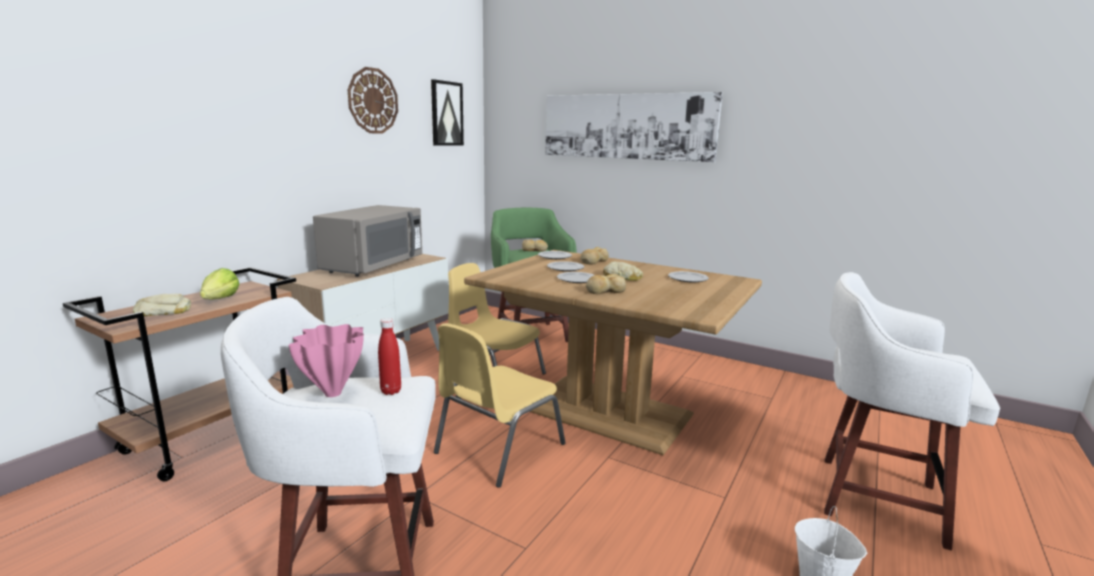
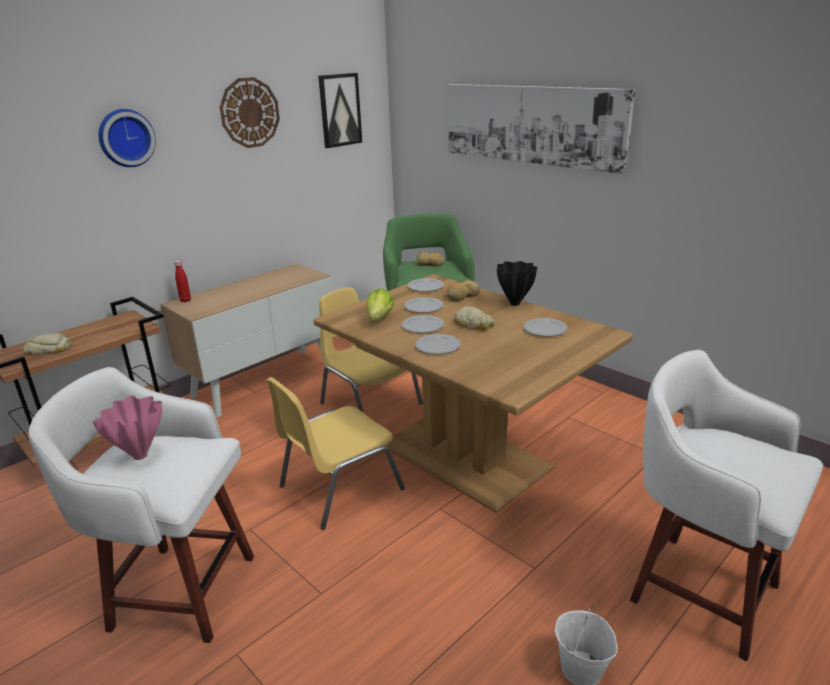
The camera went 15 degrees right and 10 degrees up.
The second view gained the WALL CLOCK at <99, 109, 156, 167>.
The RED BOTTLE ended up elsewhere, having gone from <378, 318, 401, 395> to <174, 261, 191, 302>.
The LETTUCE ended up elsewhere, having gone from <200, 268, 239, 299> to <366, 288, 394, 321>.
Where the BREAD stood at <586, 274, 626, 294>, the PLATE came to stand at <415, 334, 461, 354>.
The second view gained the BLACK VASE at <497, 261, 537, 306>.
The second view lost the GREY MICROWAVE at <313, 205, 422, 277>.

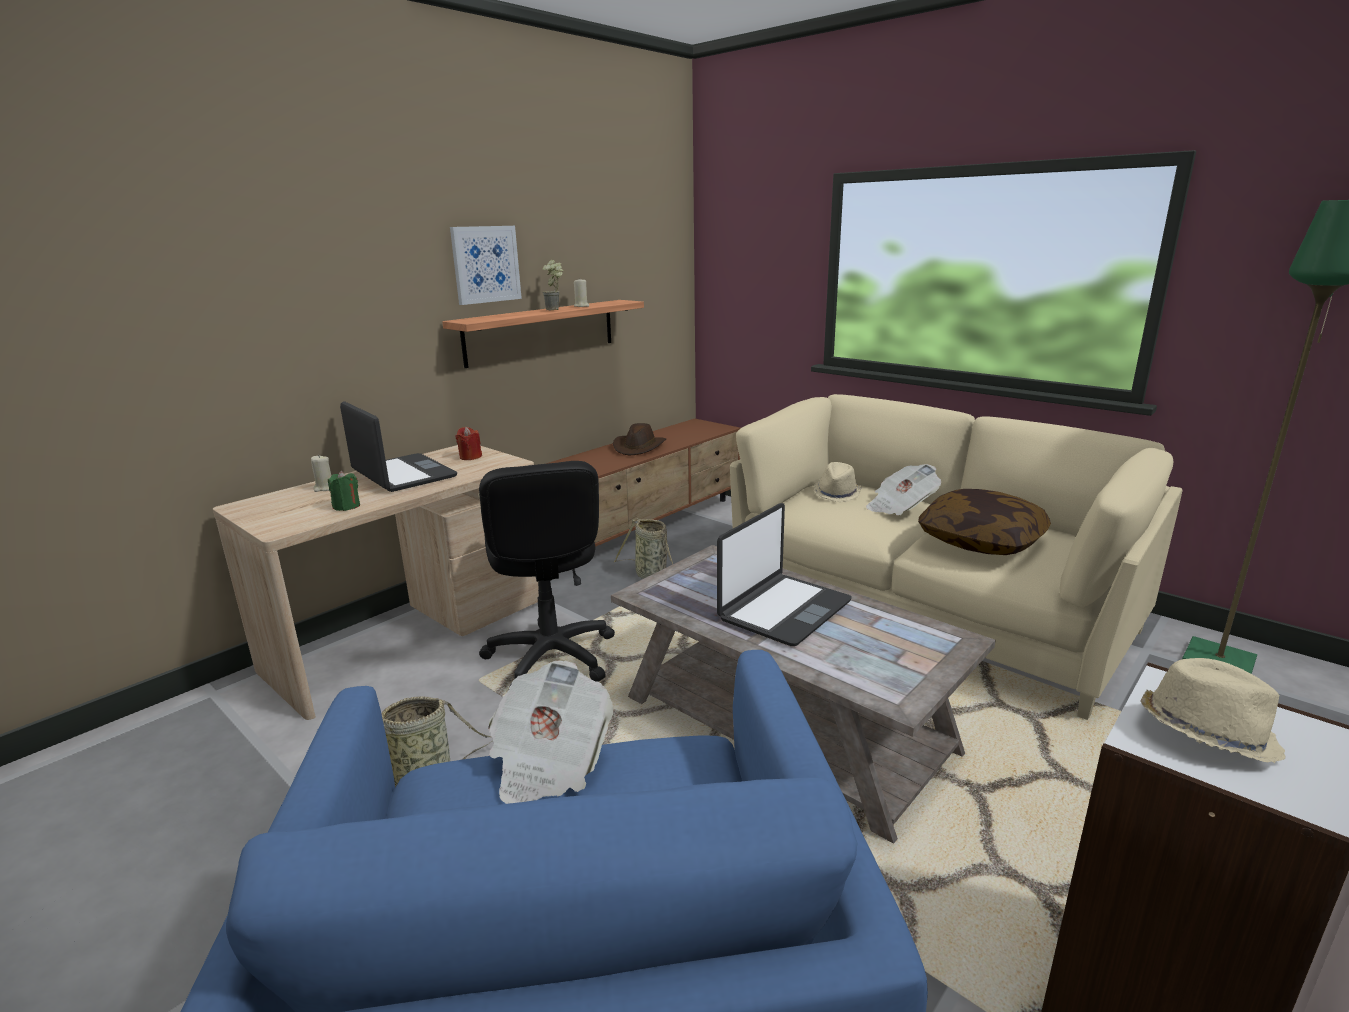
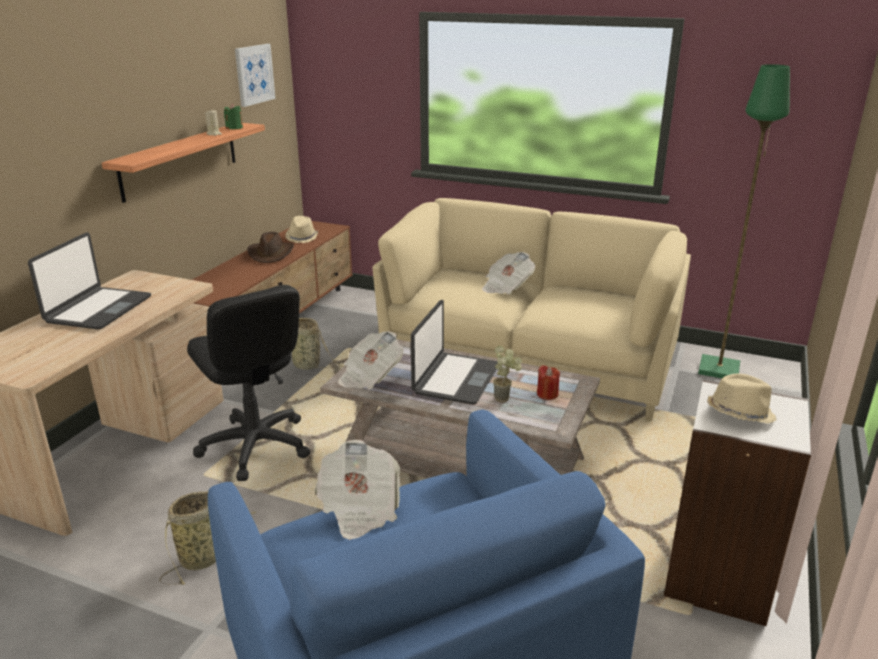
The camera went 20 degrees left and 5 degrees up.
The LAPTOP at <340, 401, 457, 492> ended up facing another way, 75 degrees clockwise from before.
The GREEN CANDLE ended up elsewhere, having gone from <328, 471, 360, 511> to <224, 104, 243, 129>.
The PICTURE ended up elsewhere, having gone from <450, 226, 522, 305> to <235, 44, 275, 107>.
The BEIGE HAT ended up elsewhere, having gone from <814, 462, 861, 503> to <285, 216, 318, 243>.
The second view gained the NEWSPAPER at <338, 331, 403, 389>.
The POTTED PLANT ended up elsewhere, having gone from <542, 260, 564, 311> to <493, 346, 522, 403>.
The RED CANDLE ended up elsewhere, having gone from <456, 427, 482, 460> to <537, 365, 560, 400>.
The second view lost the BEIGE CANDLE at <311, 455, 331, 492>.
The second view lost the PILLOW at <918, 489, 1051, 555>.

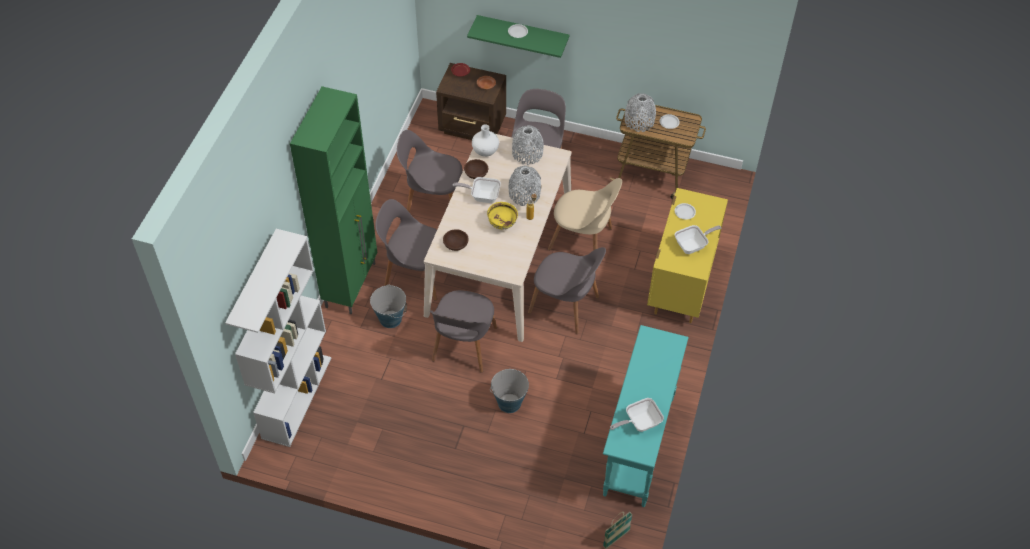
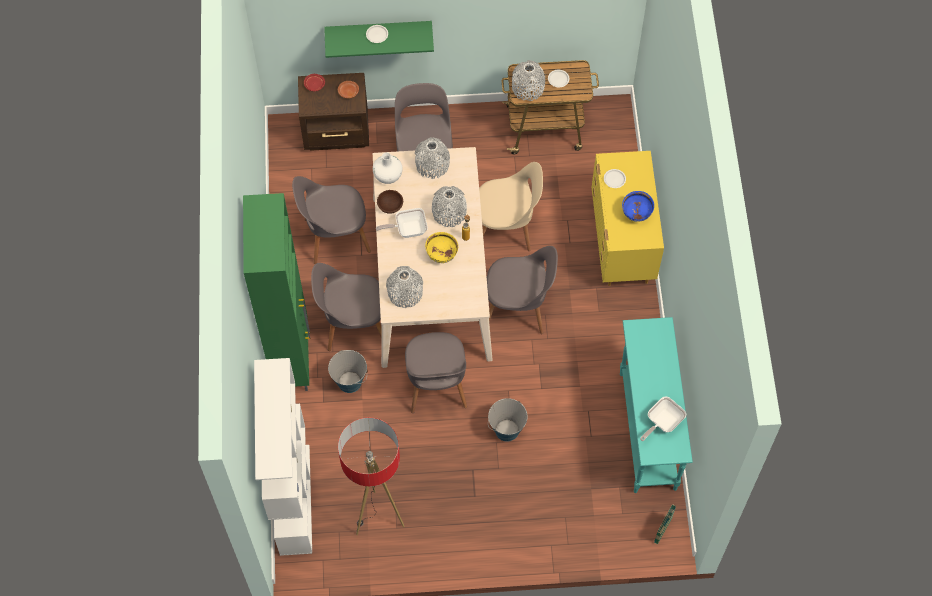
The camera went 20 degrees left and 10 degrees up.
The second view gained the FLOOR LAMP at <338, 418, 405, 535>.
Where the BROWN BOWL stood at <443, 229, 469, 251>, the GREY VASE came to stand at <386, 266, 423, 308>.
Where the FRYING PAN stood at <675, 225, 721, 254>, the BLUE BOWL came to stand at <622, 191, 654, 222>.

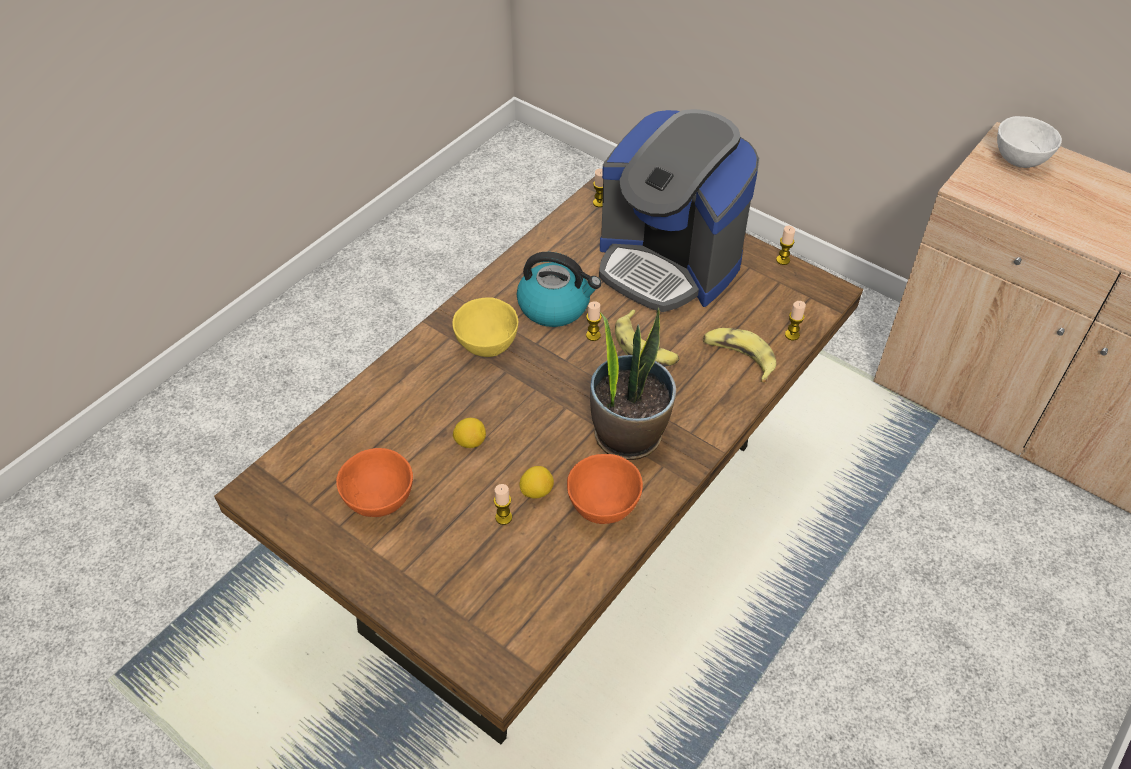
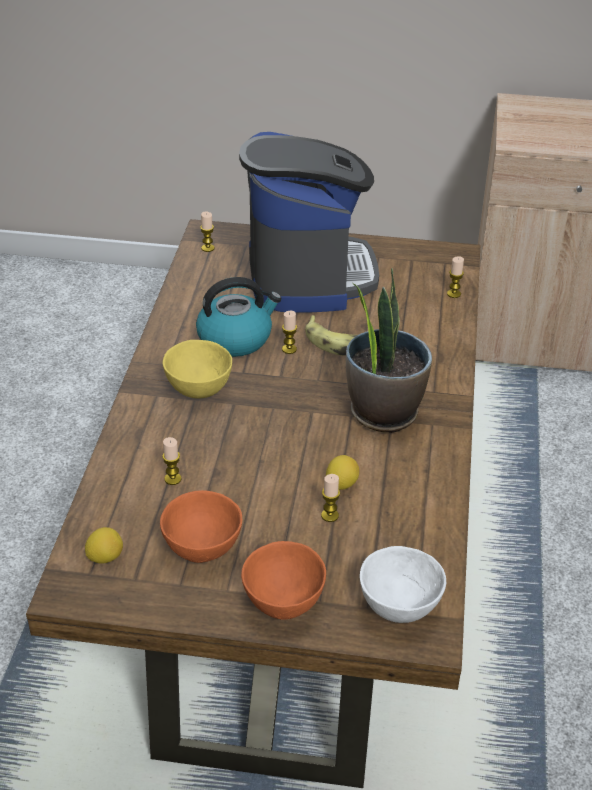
The camera went 30 degrees left and 10 degrees down.
The LEMON ended up elsewhere, having gone from <453, 418, 486, 448> to <85, 527, 123, 563>.
The CANDLE ended up elsewhere, having gone from <776, 226, 795, 265> to <162, 437, 182, 485>.
The COFFEE MACHINE at <599, 109, 759, 312> ended up facing another way, 105 degrees counterclockwise from before.
The ORANGE BOWL ended up elsewhere, having gone from <567, 454, 643, 524> to <241, 541, 326, 620>.
The WHITE BOWL ended up elsewhere, having gone from <997, 116, 1062, 168> to <360, 546, 446, 623>.
The second view lost the BANANA at <703, 328, 776, 383>.

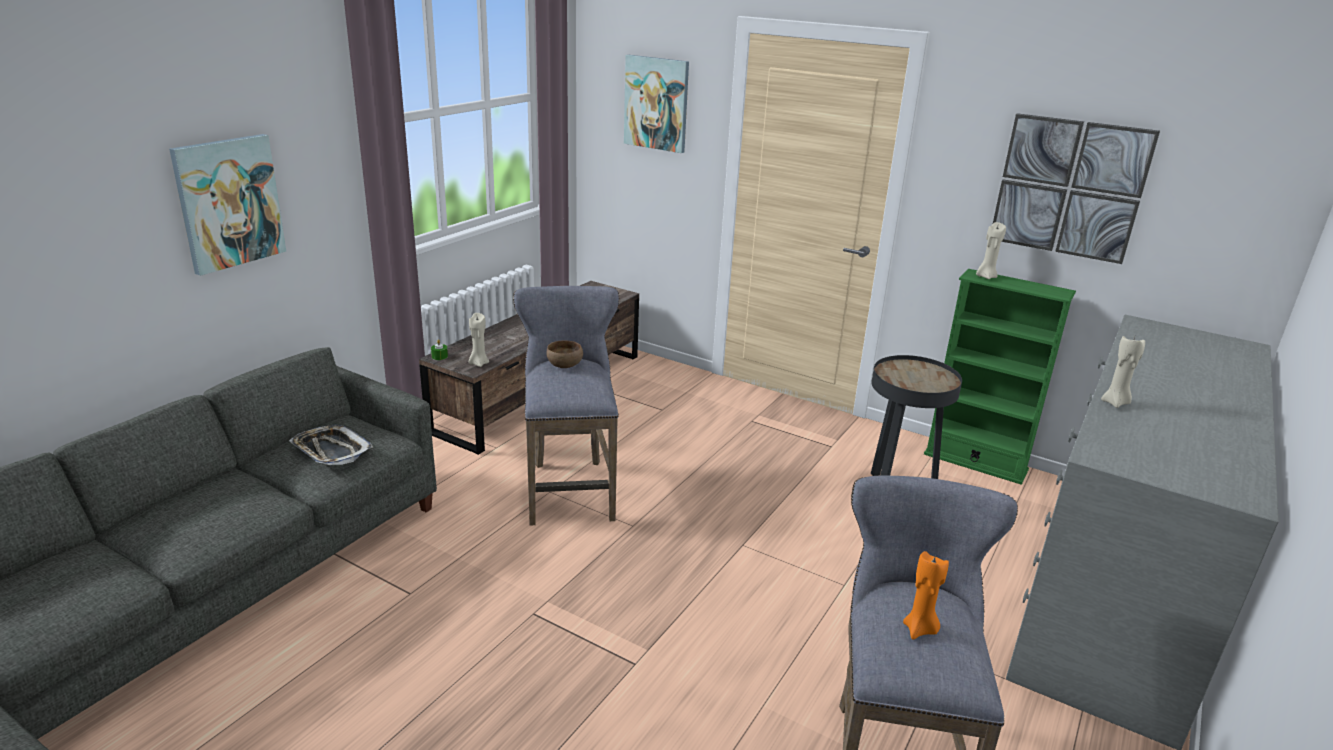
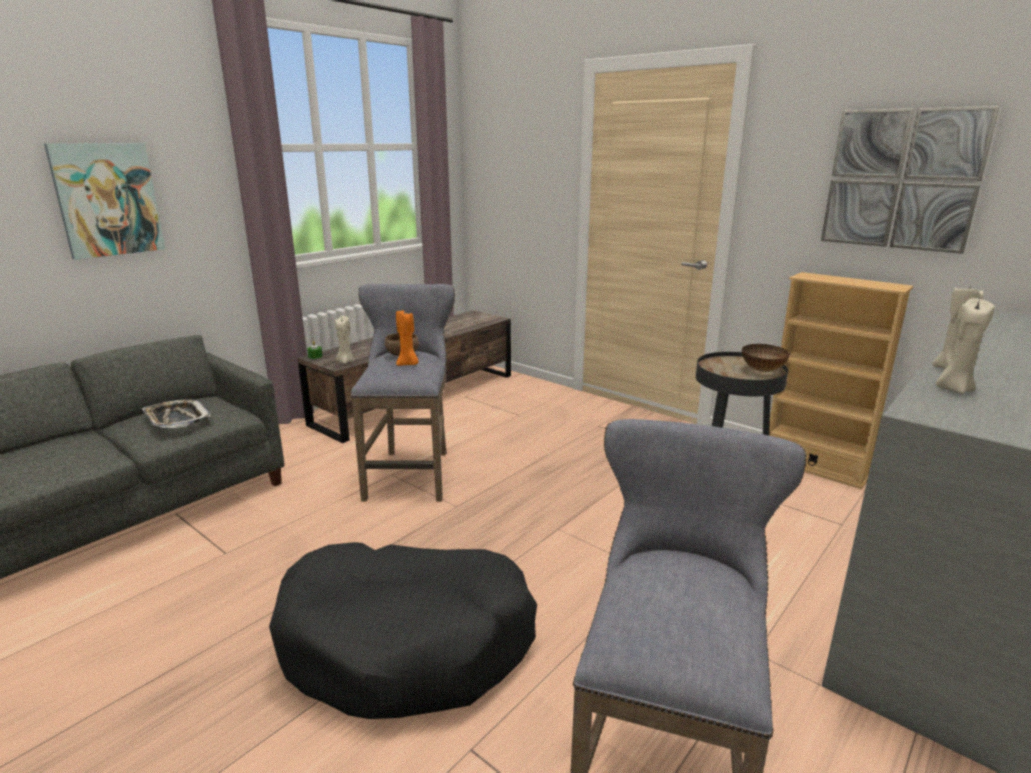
The camera went 10 degrees right and 5 degrees down.
The second view gained the BLACK DOG BED at <269, 542, 537, 719>.
The ORANGE CANDLE ended up elsewhere, having gone from <903, 551, 949, 639> to <396, 310, 419, 366>.
The second view gained the BOWL at <742, 344, 790, 372>.
What was the GREEN BOOKCASE at <924, 269, 1076, 485> turned into the BEIGE BOOKCASE at <769, 272, 913, 489>.
The BEIGE CANDLE ended up elsewhere, having gone from <976, 222, 1006, 279> to <936, 298, 995, 394>.
The second view lost the PICTURE at <624, 55, 689, 153>.

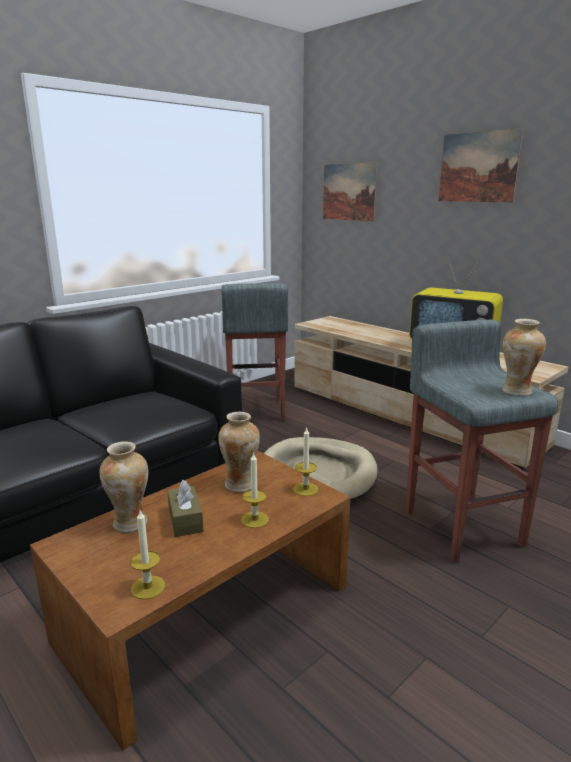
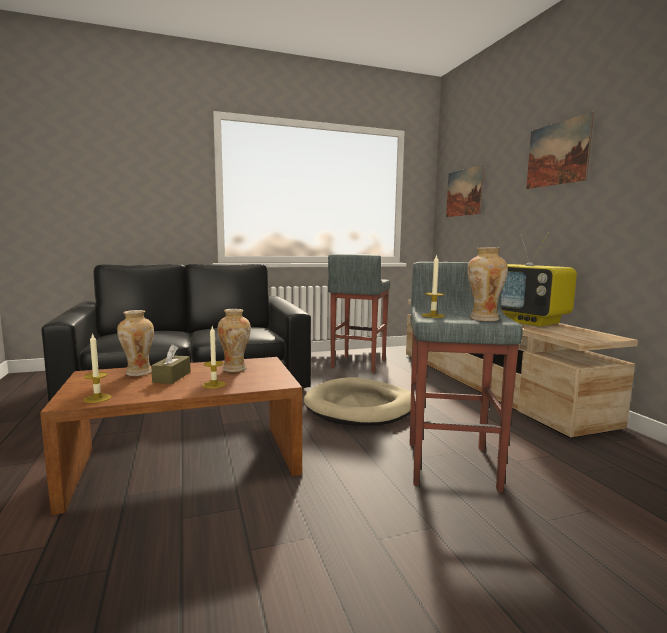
The camera went 25 degrees right and 10 degrees down.
The CANDLE ended up elsewhere, having gone from <293, 428, 318, 496> to <422, 254, 445, 318>.

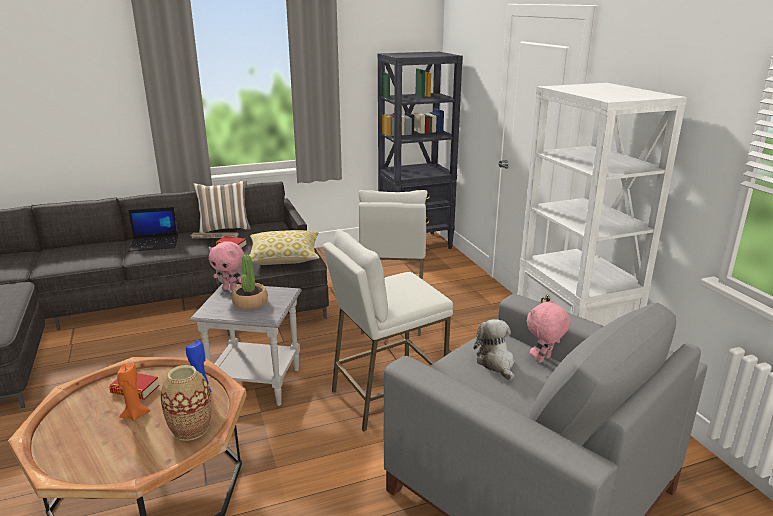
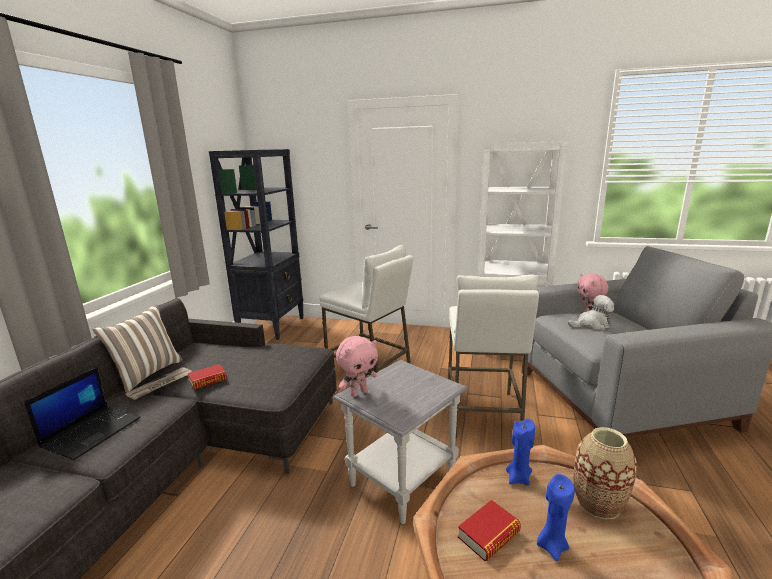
The camera went 55 degrees left and 5 degrees down.
What was the ORANGE CANDLE at <117, 363, 150, 421> turned into the BLUE CANDLE at <537, 474, 575, 561>.
The PLUSH TOY at <474, 319, 514, 381> ended up facing another way, 150 degrees clockwise from before.
The second view lost the POTTED PLANT at <232, 255, 268, 310>.
The second view lost the PILLOW at <249, 230, 320, 265>.

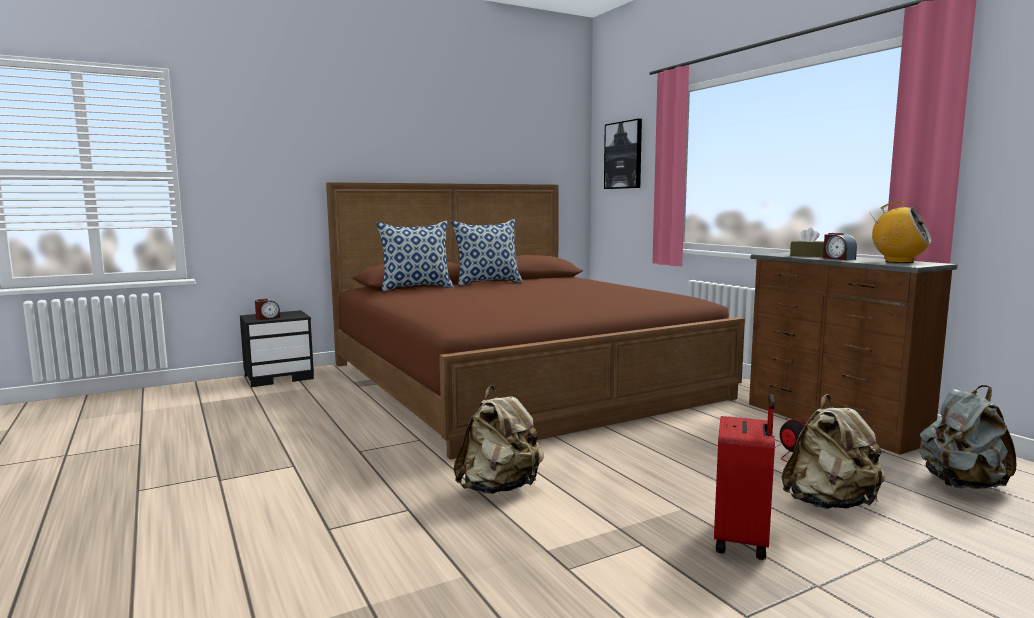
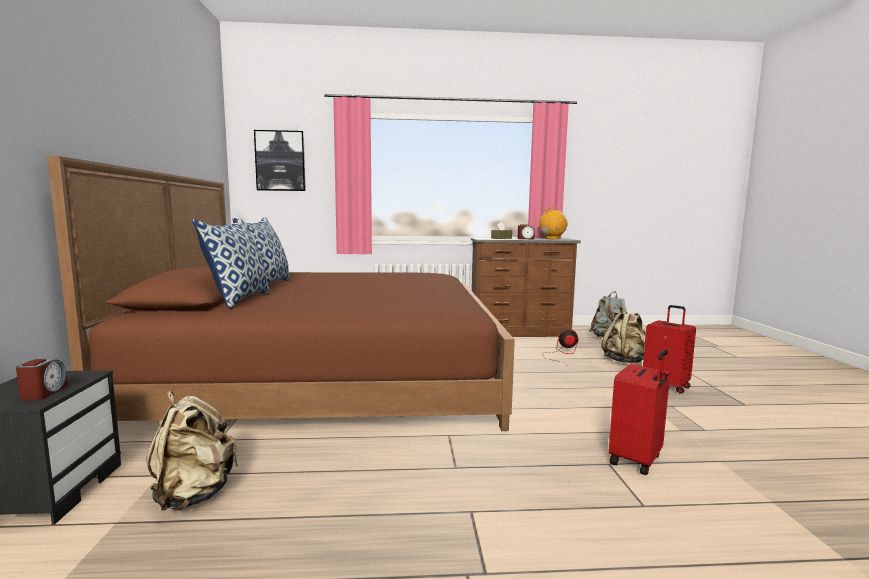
The camera went 65 degrees left and 0 degrees up.
The BEIGE BACKPACK ended up elsewhere, having gone from <453, 385, 544, 494> to <146, 391, 238, 510>.
The second view gained the RED SUITCASE at <609, 349, 670, 475>.

